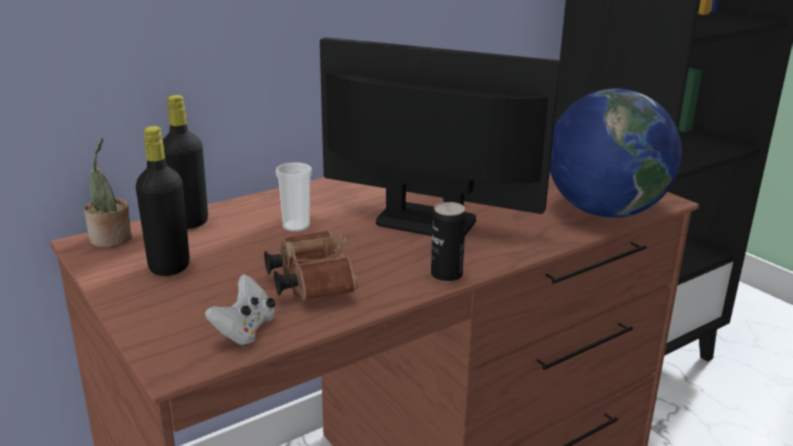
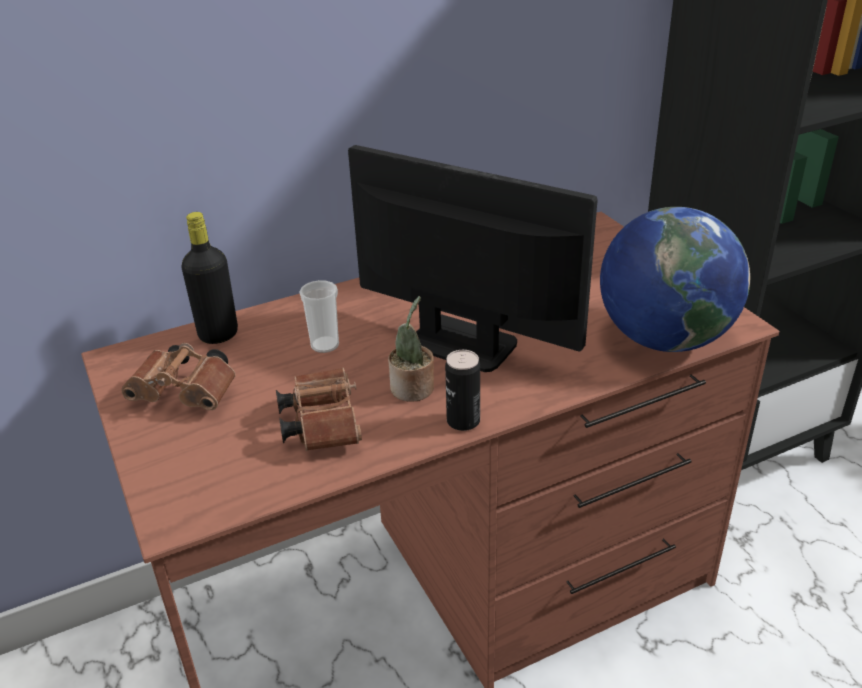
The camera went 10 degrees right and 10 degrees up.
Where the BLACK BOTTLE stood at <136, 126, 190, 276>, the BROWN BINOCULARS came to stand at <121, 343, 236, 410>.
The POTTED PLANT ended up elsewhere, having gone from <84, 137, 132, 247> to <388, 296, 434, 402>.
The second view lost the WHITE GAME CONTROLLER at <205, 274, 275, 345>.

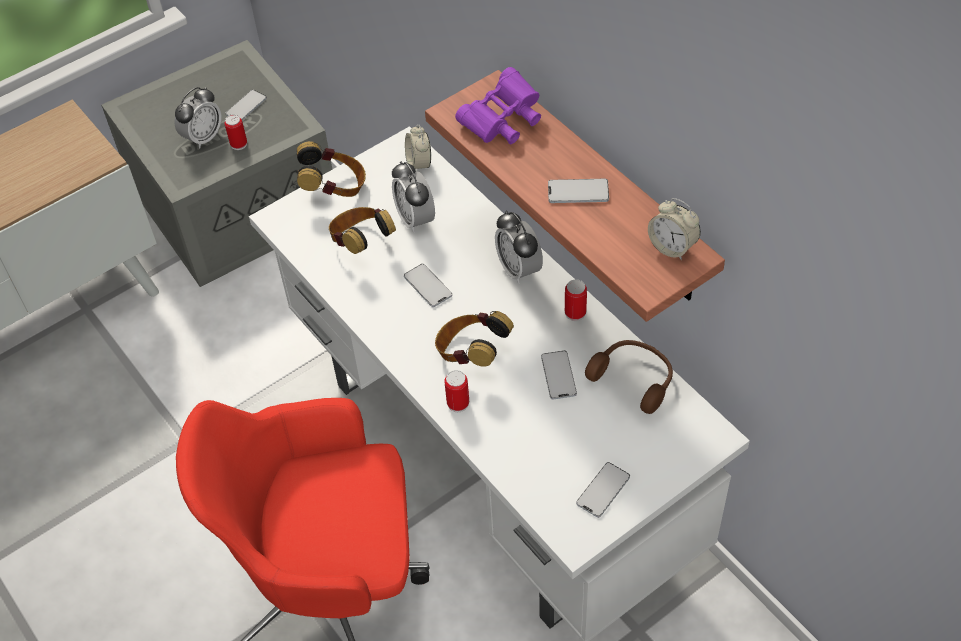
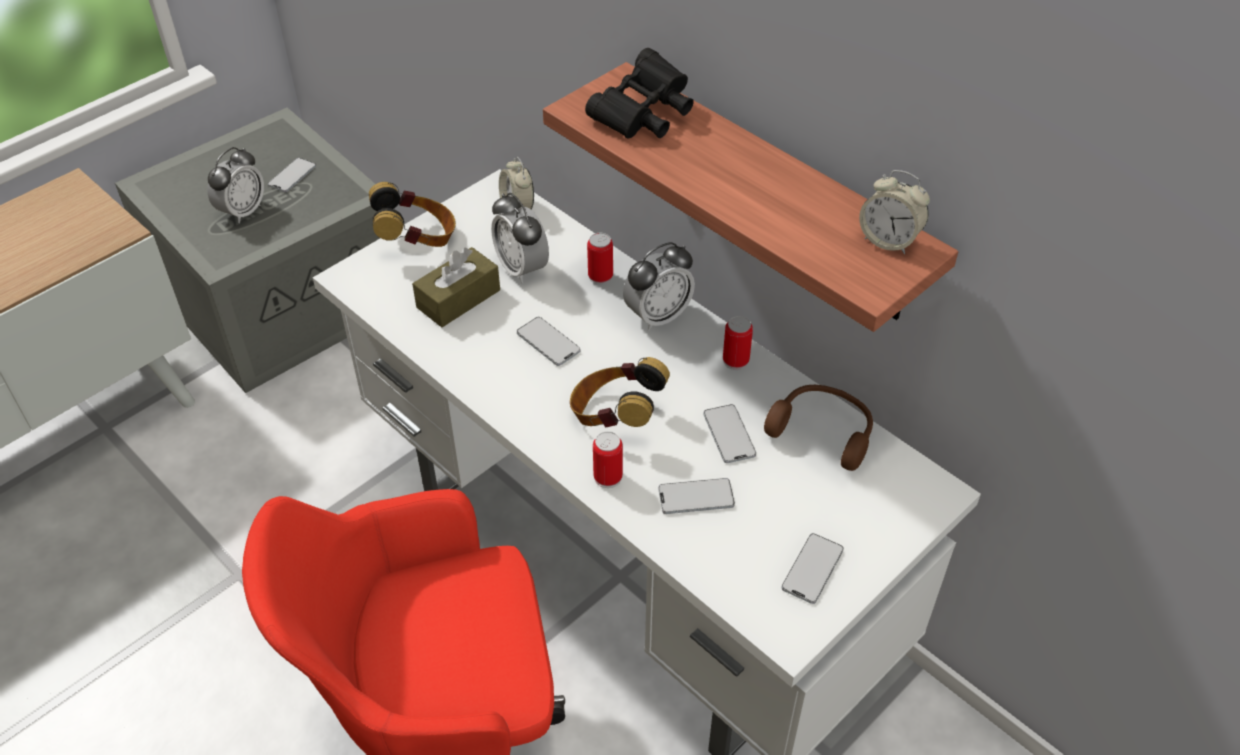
The camera went 10 degrees left and 5 degrees down.
Where the HEADPHONES stood at <329, 207, 396, 254>, the BROWN TISSUE BOX came to stand at <412, 247, 500, 327>.
What was the PURPLE BINOCULARS at <455, 67, 541, 144> turned into the BLACK BINOCULARS at <585, 48, 694, 139>.
The CAN ended up elsewhere, having gone from <225, 114, 247, 150> to <587, 233, 613, 285>.
The ALARM CLOCK at <495, 211, 543, 284> ended up facing another way, 90 degrees counterclockwise from before.
The PHONE ended up elsewhere, having gone from <548, 179, 609, 203> to <658, 478, 735, 514>.

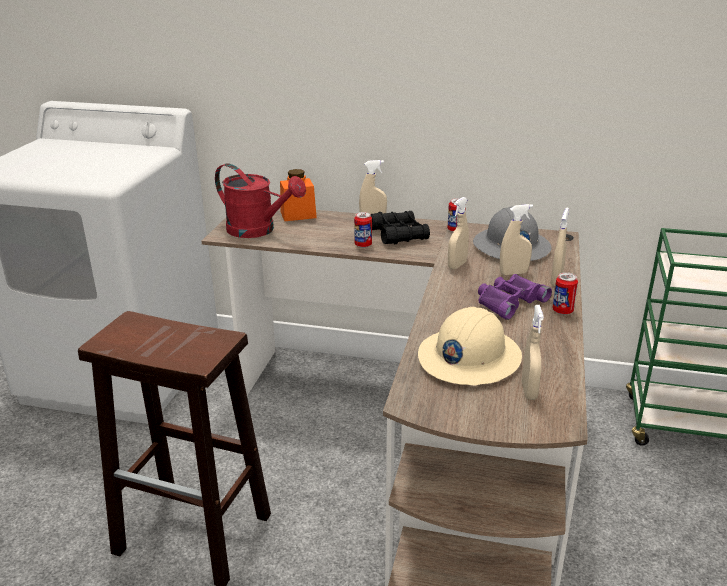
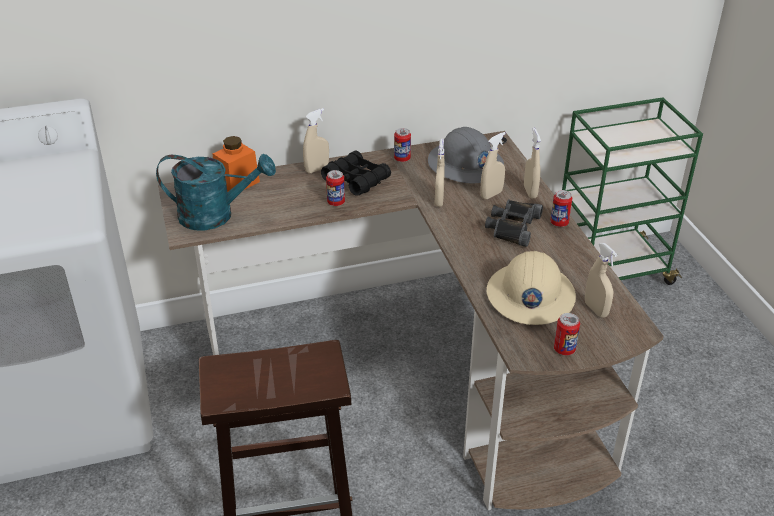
The camera went 30 degrees left and 10 degrees up.
What was the RED WATERING CAN at <215, 163, 306, 238> turned into the TURQUOISE WATERING CAN at <156, 154, 276, 230>.
What was the PURPLE BINOCULARS at <478, 274, 552, 320> turned into the BLACK BINOCULARS at <485, 199, 543, 247>.
The second view gained the CAN at <554, 313, 580, 355>.

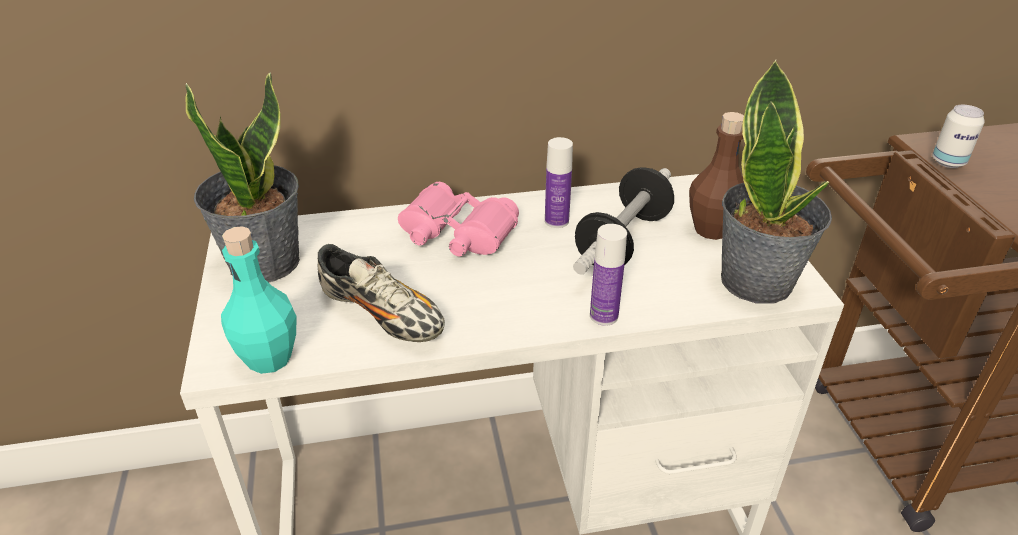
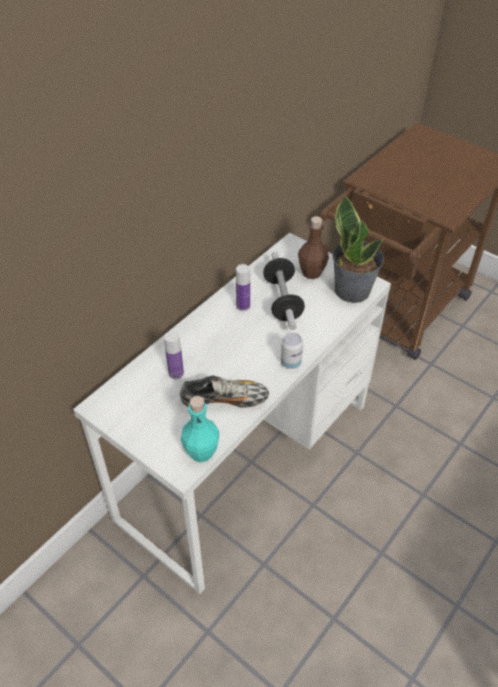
The camera went 40 degrees left and 10 degrees up.
The BOTTLE ended up elsewhere, having gone from <590, 224, 627, 326> to <164, 331, 184, 379>.
The CAN ended up elsewhere, having gone from <932, 105, 985, 168> to <281, 332, 303, 369>.
The second view lost the POTTED PLANT at <185, 72, 300, 283>.
The second view lost the PINK BINOCULARS at <398, 182, 519, 256>.

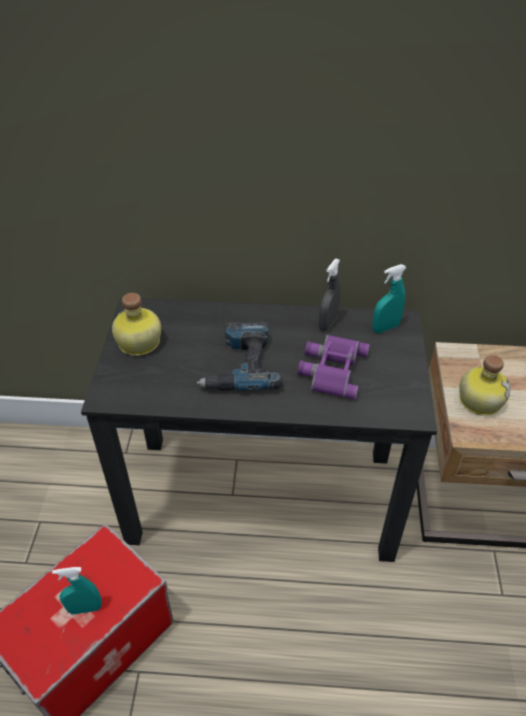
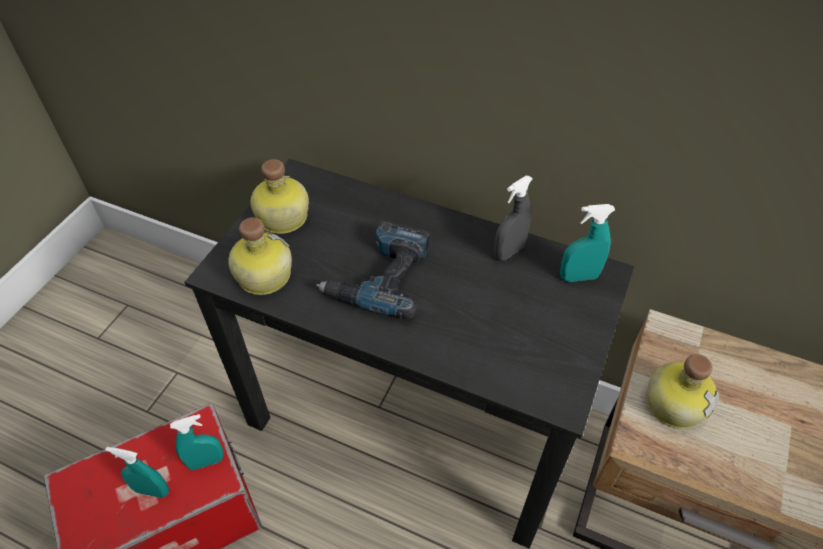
The camera went 20 degrees right and 5 degrees up.
The second view gained the TURQUOISE SPRAY BOTTLE at <170, 414, 224, 470>.
The second view gained the BOTTLE at <228, 217, 292, 295>.
The second view lost the PURPLE BINOCULARS at <297, 335, 370, 400>.

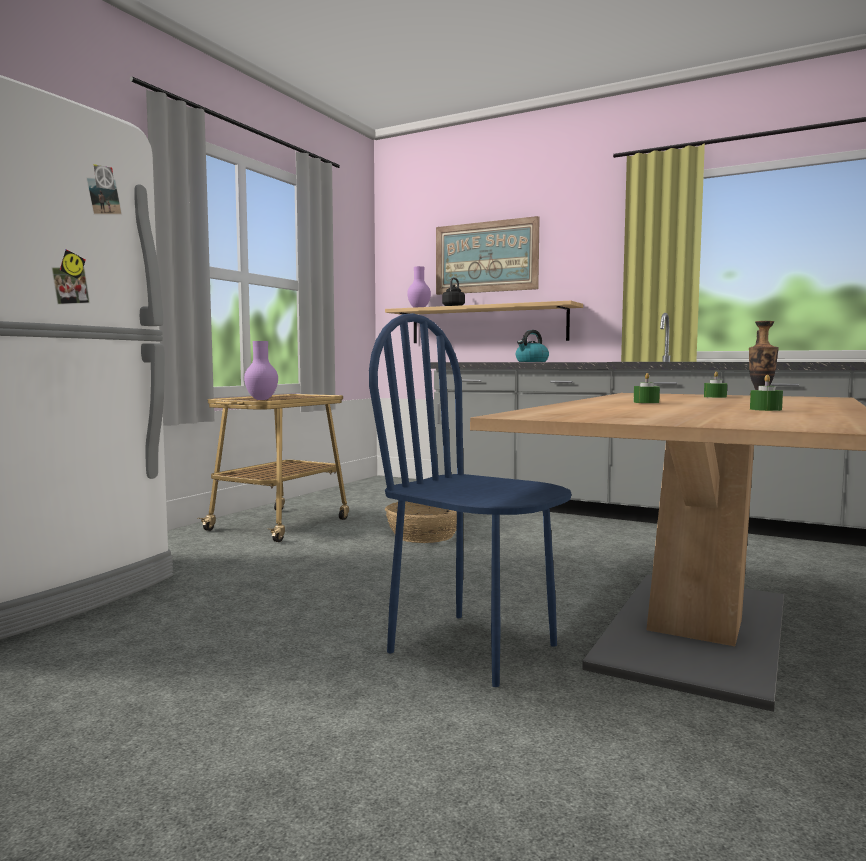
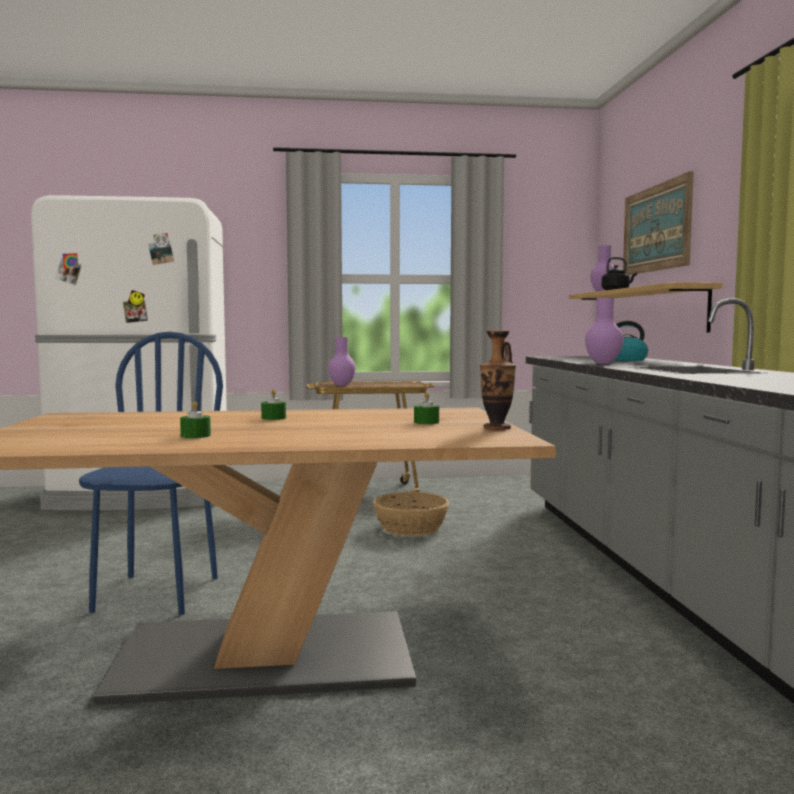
The camera went 55 degrees right and 0 degrees up.
The second view gained the PURPLE VASE at <585, 298, 623, 364>.

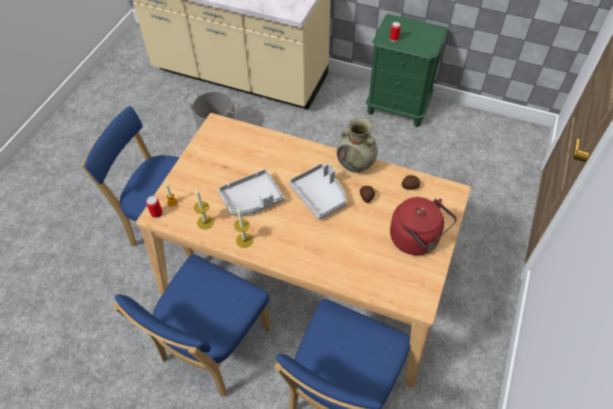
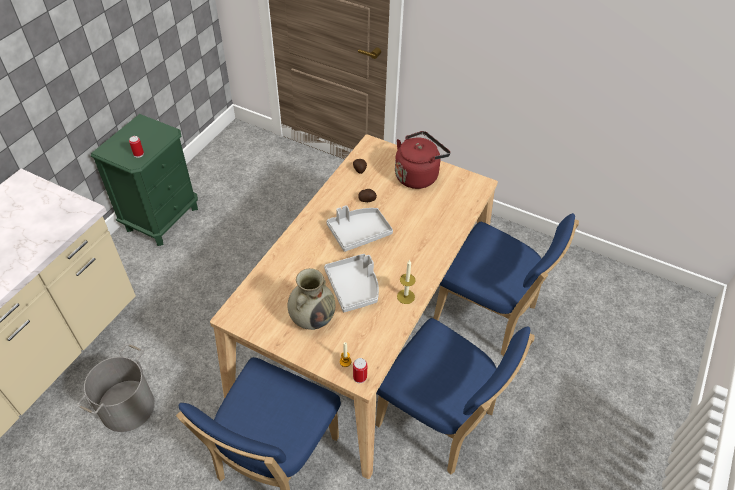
The camera went 85 degrees left and 5 degrees down.
The BEIGE VASE ended up elsewhere, having gone from <337, 118, 378, 173> to <288, 268, 336, 330>.
The second view lost the CANDLE at <194, 189, 214, 230>.

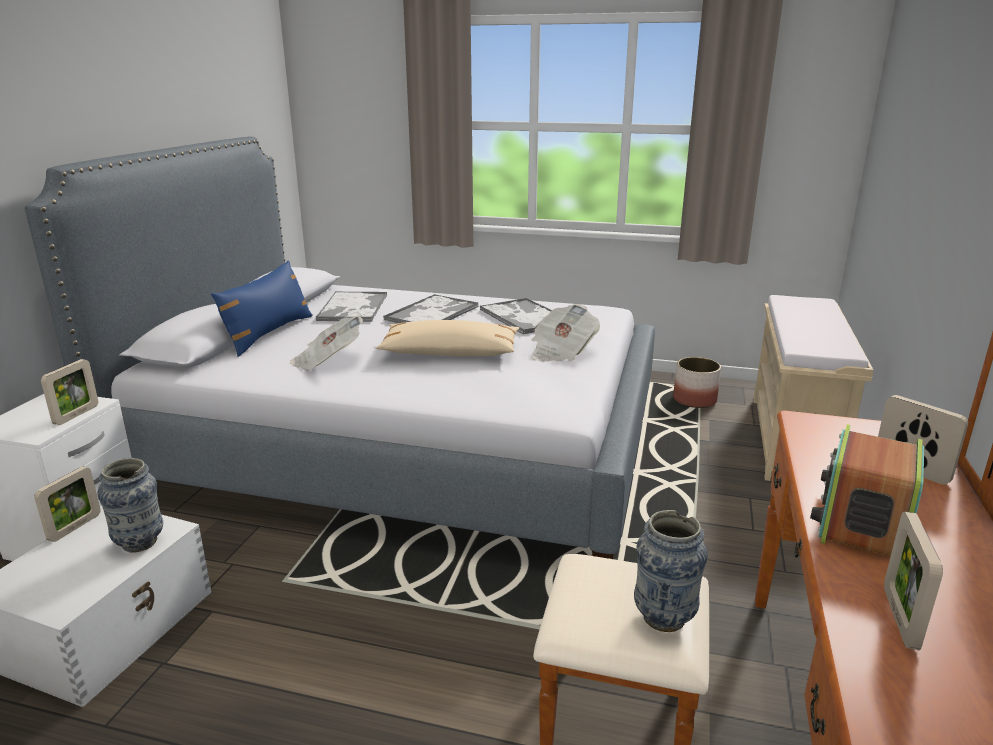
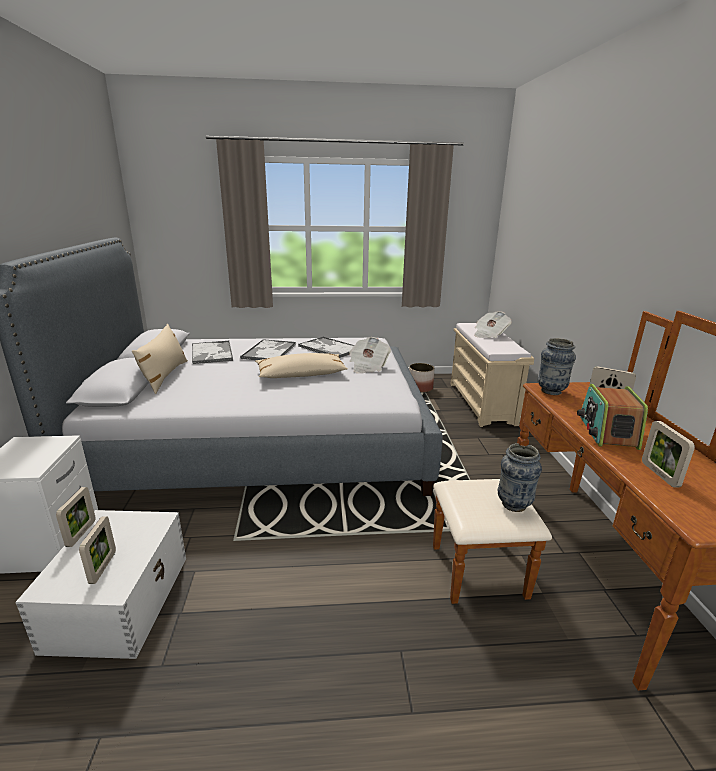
The camera went 20 degrees left and 0 degrees up.
The PICTURE FRAME ended up elsewhere, having gone from <41, 359, 98, 425> to <79, 516, 116, 584>.
What was the BLUE PILLOW at <211, 260, 313, 357> turned into the BEIGE PILLOW at <132, 324, 188, 394>.
The NEWSPAPER ended up elsewhere, having gone from <290, 316, 363, 371> to <474, 311, 512, 338>.
The VASE ended up elsewhere, having gone from <97, 458, 163, 553> to <538, 338, 576, 395>.

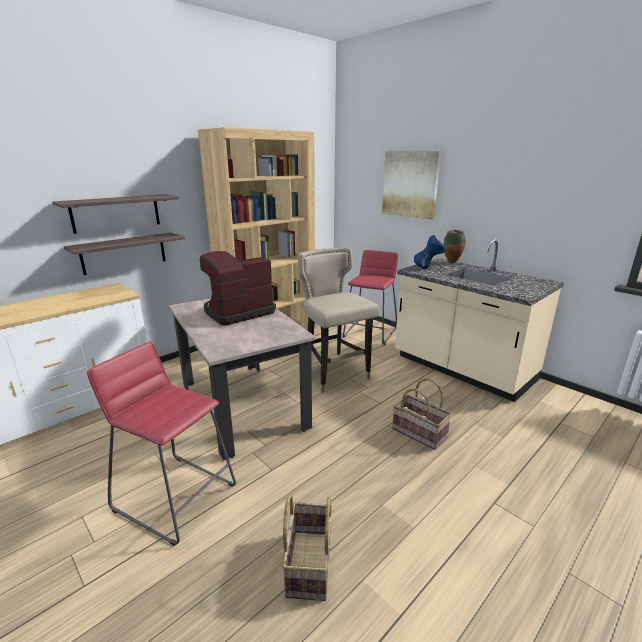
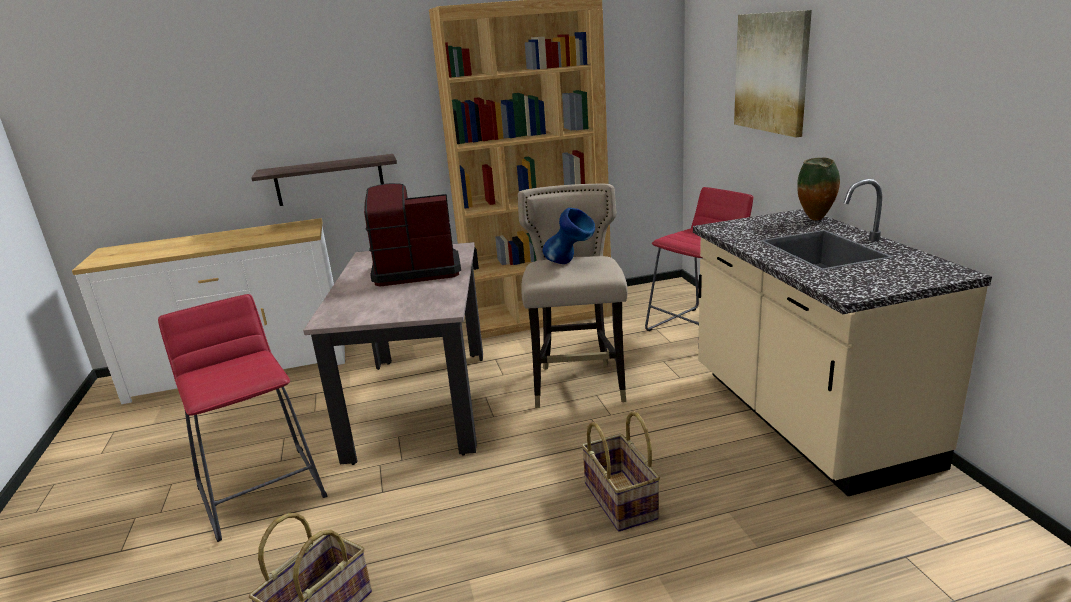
The camera went 30 degrees right and 0 degrees up.
The BLUE VASE ended up elsewhere, having gone from <414, 235, 447, 269> to <543, 208, 595, 264>.
The second view lost the SHELF at <52, 194, 179, 234>.

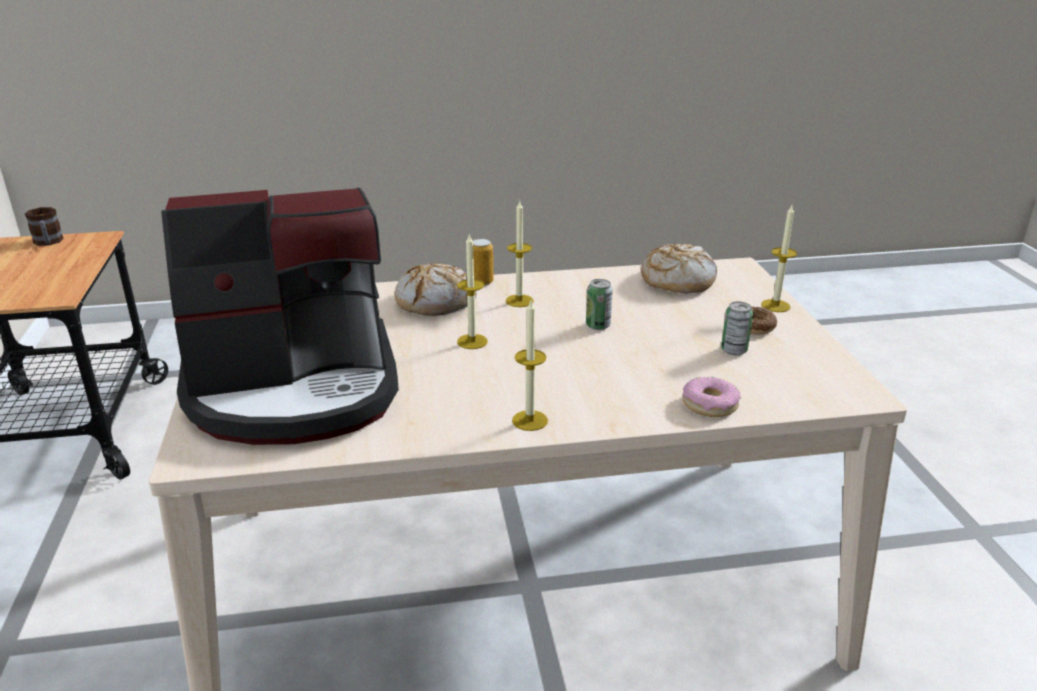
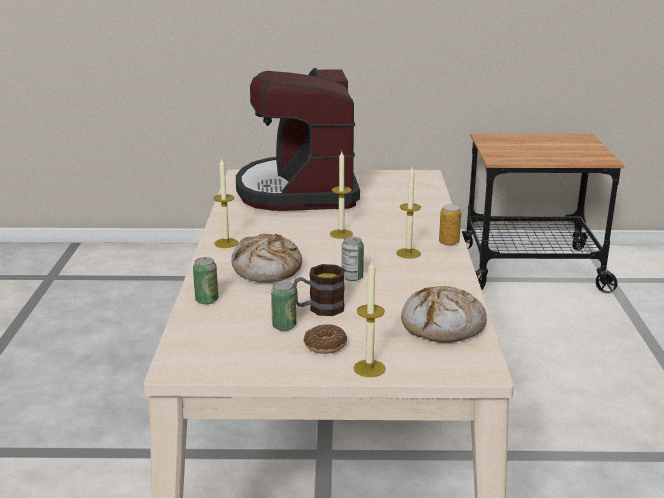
The camera went 100 degrees right and 5 degrees down.
Where the DONUT stood at <682, 377, 741, 417>, the CAN came to stand at <193, 257, 218, 304>.
The BREAD ended up elsewhere, having gone from <394, 263, 477, 316> to <231, 234, 302, 283>.
The MUG ended up elsewhere, having gone from <25, 207, 64, 246> to <293, 264, 345, 316>.

